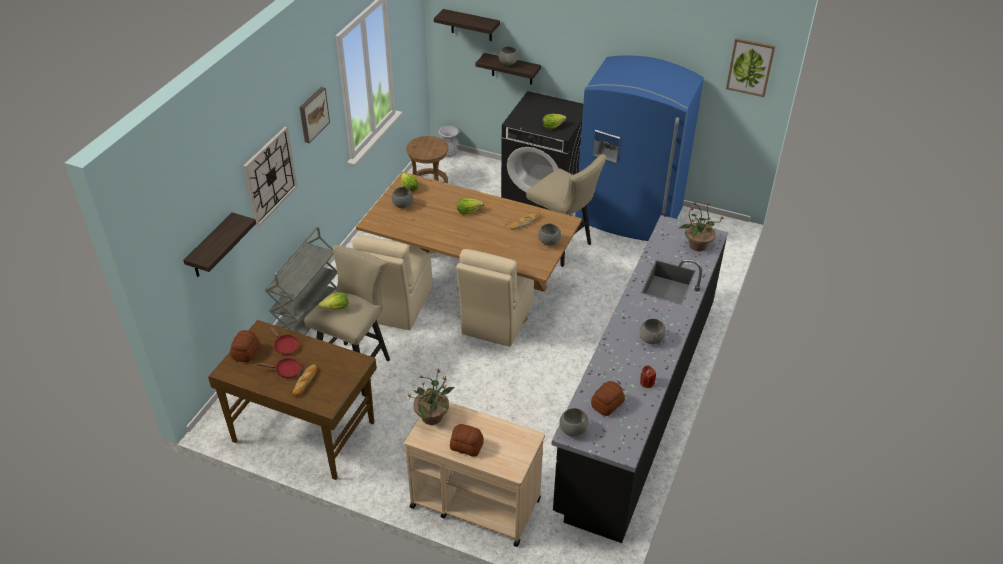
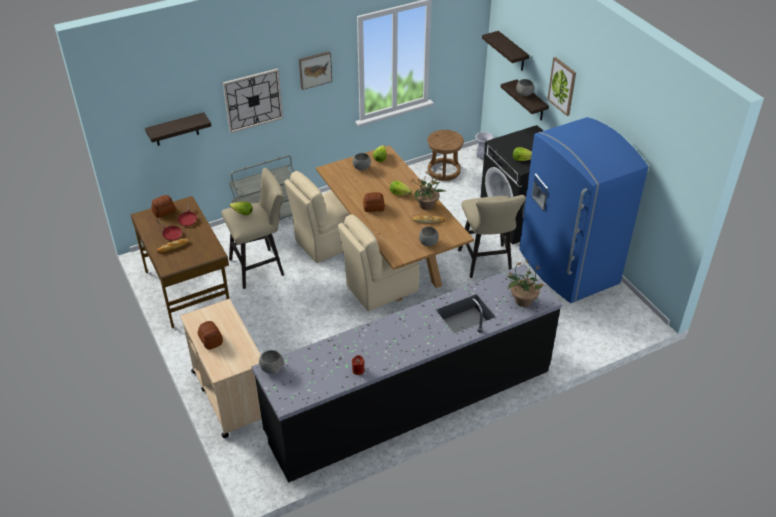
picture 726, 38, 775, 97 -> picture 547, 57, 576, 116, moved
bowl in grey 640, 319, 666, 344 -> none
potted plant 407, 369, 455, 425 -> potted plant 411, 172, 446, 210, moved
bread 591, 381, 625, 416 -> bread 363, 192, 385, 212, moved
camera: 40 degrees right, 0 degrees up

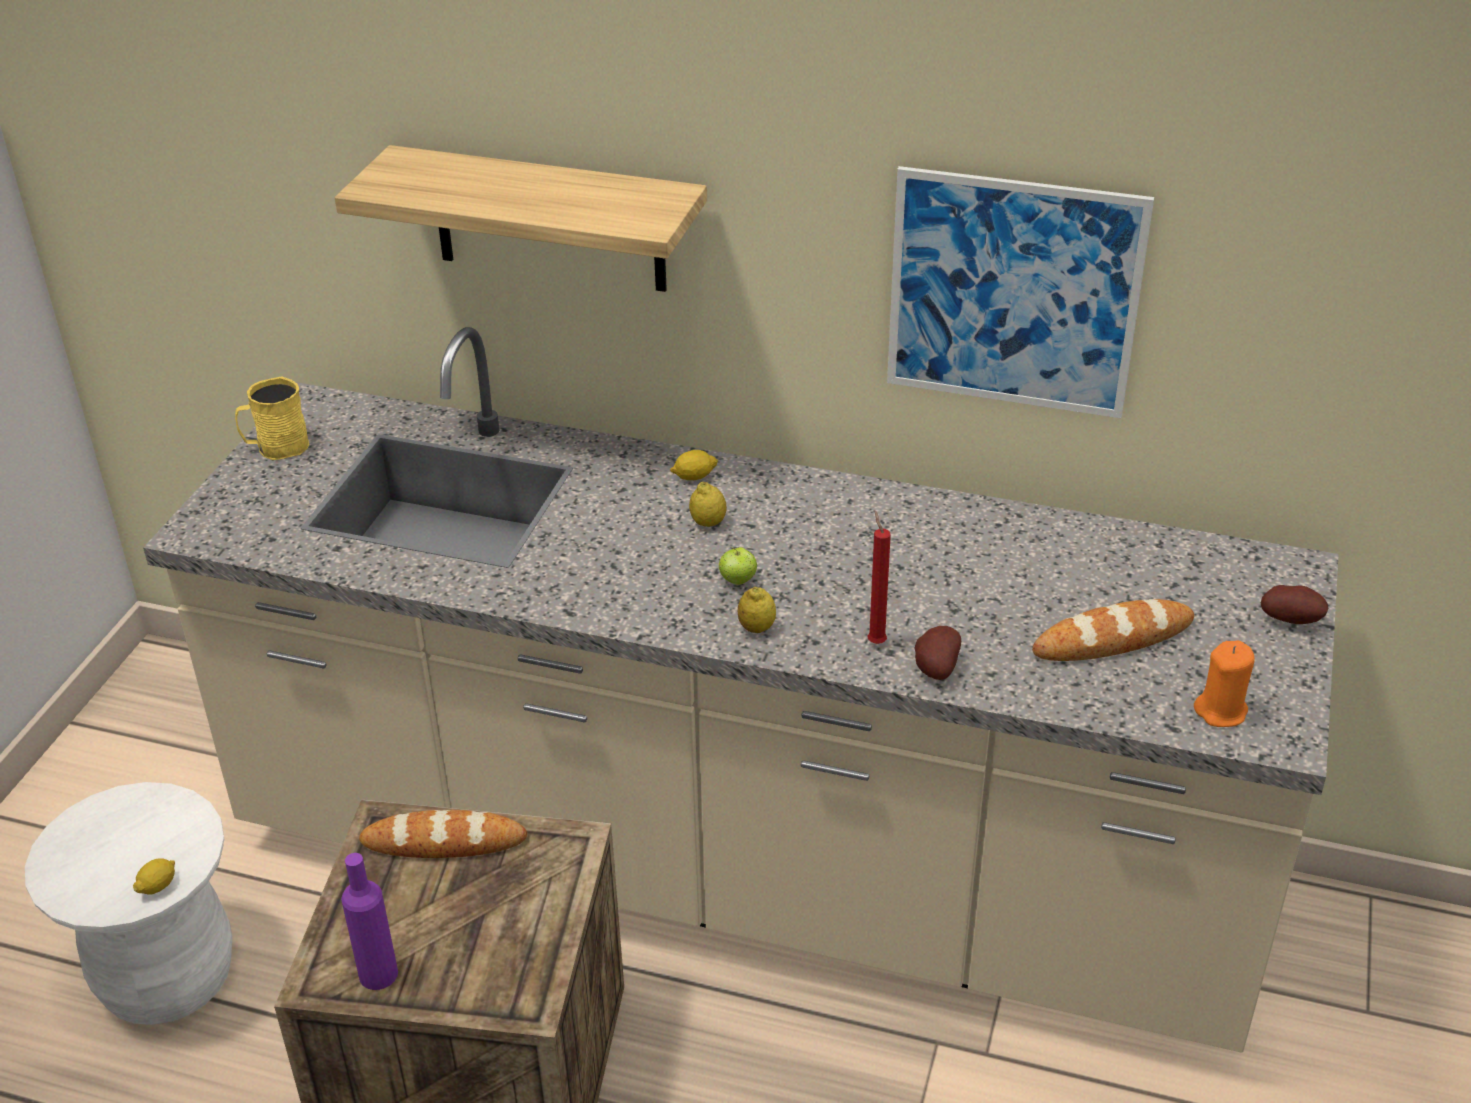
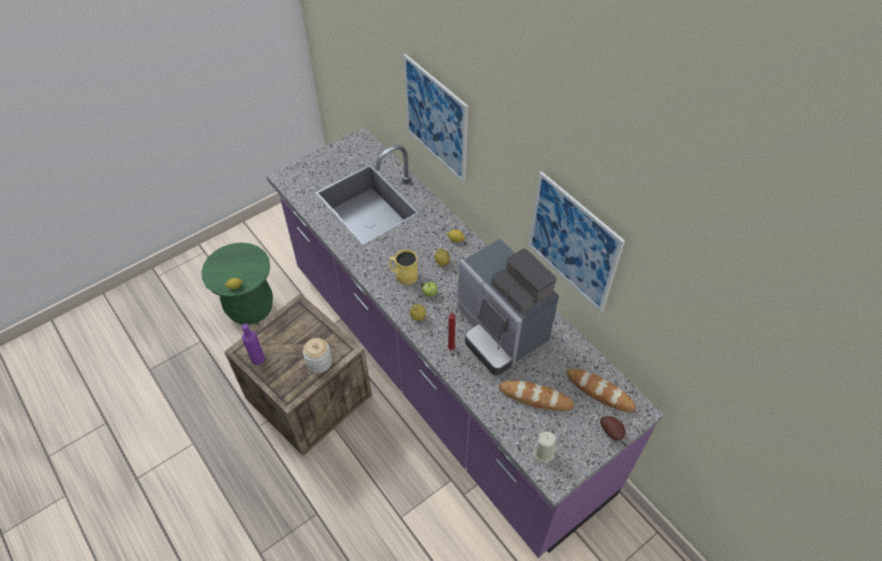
shelf 335, 145, 707, 292 -> picture 403, 54, 468, 182
counter in beige 143, 327, 1339, 1053 -> counter in purple 266, 127, 665, 558
mug in yellow 235, 376, 309, 460 -> mug in yellow 389, 250, 418, 285, moved
potato 914, 626, 961, 680 -> none
candle in orange 1194, 640, 1255, 727 -> candle in beige 533, 431, 556, 463
stool in white 25, 782, 232, 1025 -> stool in green 201, 242, 273, 325
bread 359, 810, 527, 858 -> bread 567, 369, 636, 412, moved
none -> coffee machine 457, 239, 559, 376
none -> jar 303, 338, 332, 373
camera: 35 degrees right, 15 degrees up

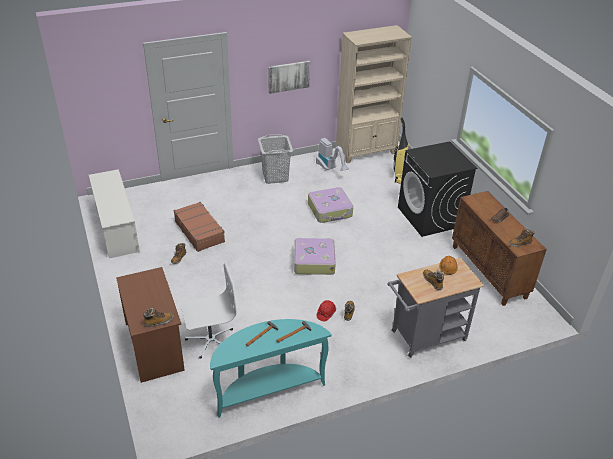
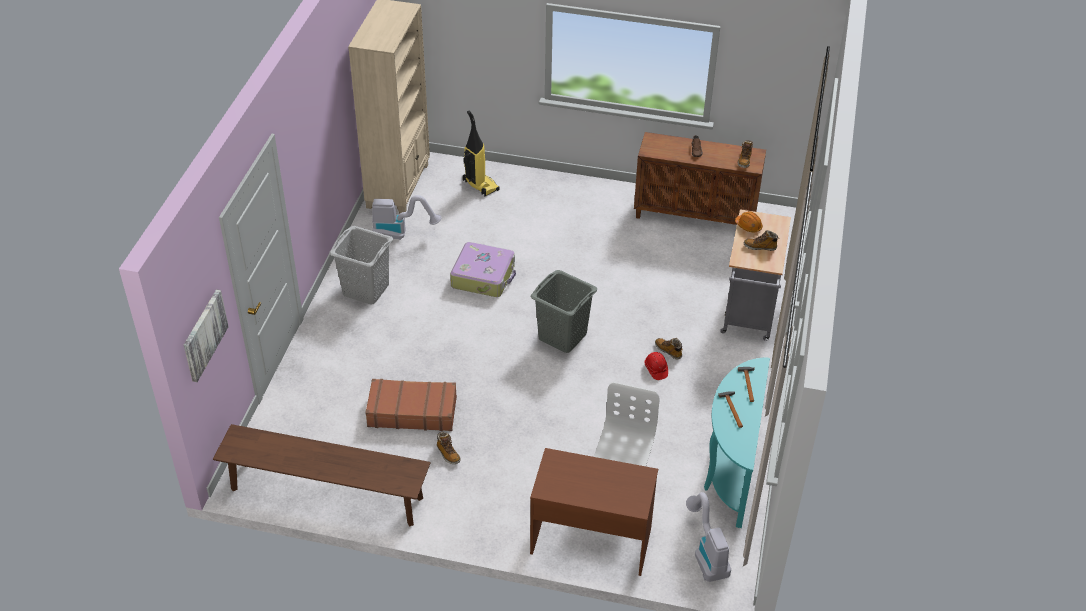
picture 268, 61, 310, 94 -> picture 184, 290, 229, 382, moved
washing machine in black 398, 141, 477, 237 -> none
shoe rack in white 89, 170, 140, 258 -> bench in brown 213, 424, 431, 526
suitcase 294, 238, 336, 275 -> laundry basket in grey 531, 270, 597, 353
boot 143, 308, 174, 327 -> none
none -> vacuum cleaner 686, 492, 731, 582
camera: 55 degrees left, 5 degrees up

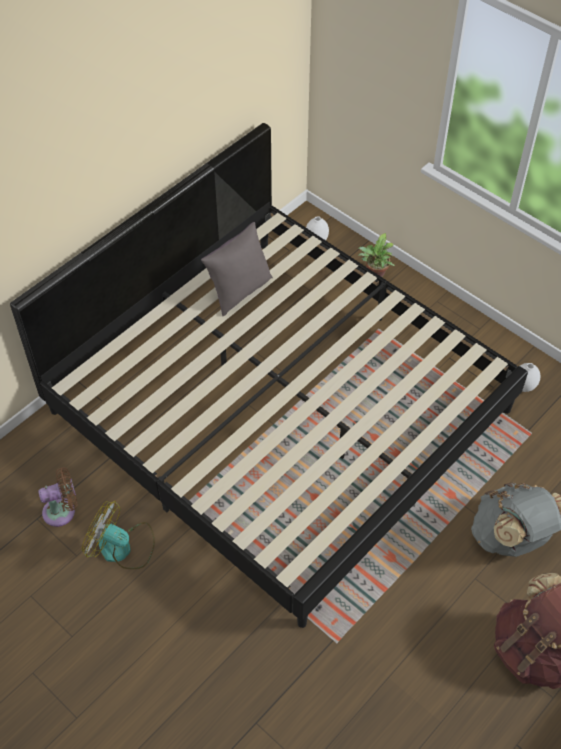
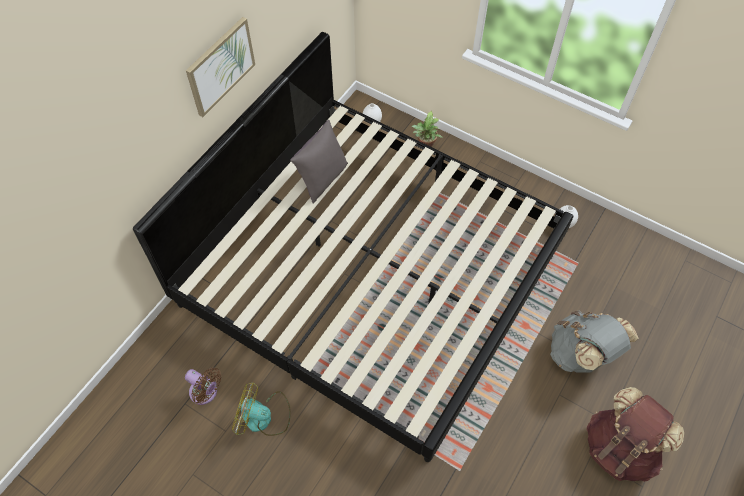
fan in brown 38, 467, 77, 527 -> fan in brown 185, 368, 221, 405, 60 degrees clockwise
none -> picture 186, 17, 255, 117
camera: 10 degrees left, 5 degrees up

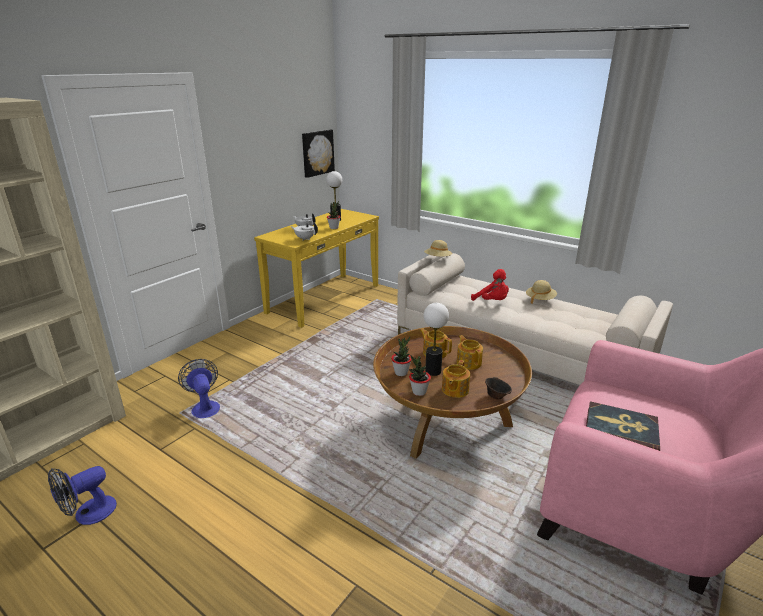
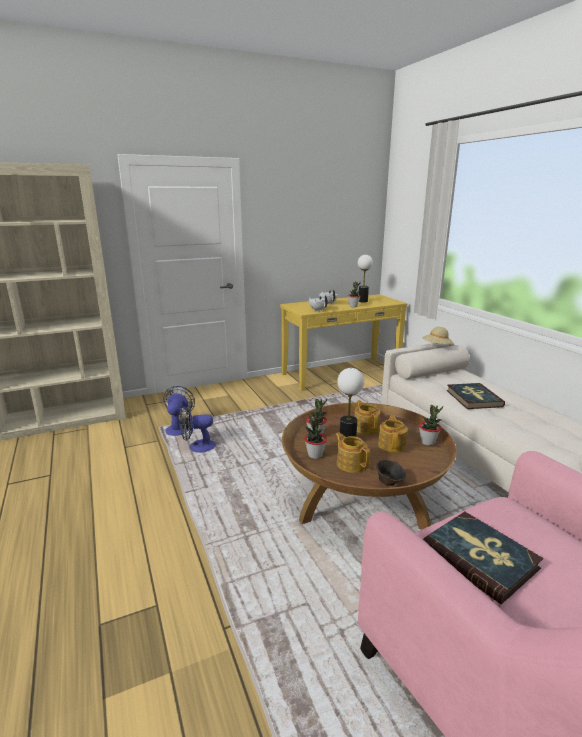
picture 302, 130, 335, 178 -> none
plush toy in red 471, 269, 509, 301 -> book 446, 383, 505, 409
hat in beige 526, 280, 557, 304 -> none
teapot 442, 360, 470, 398 -> teapot 335, 432, 370, 473, 90 degrees clockwise
fan 48, 466, 117, 525 -> fan 179, 406, 216, 453, moved
none -> potted plant 419, 405, 443, 446
camera: 30 degrees right, 5 degrees down

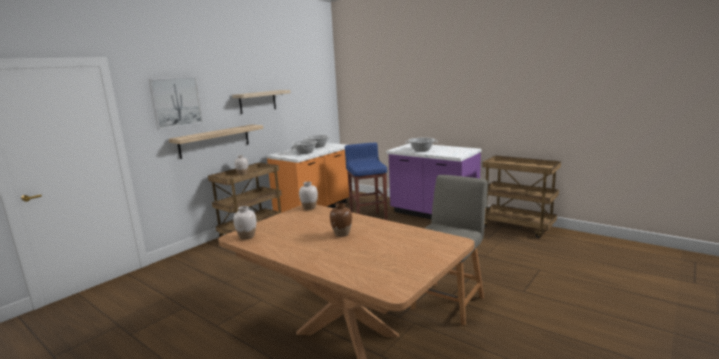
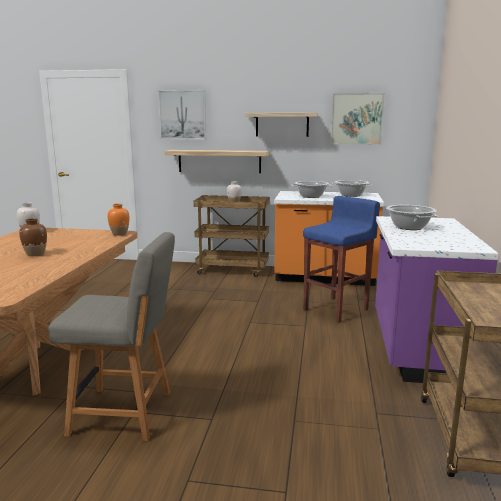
vase in white 299, 182, 318, 210 -> vase in orange 107, 203, 129, 236
none -> picture 331, 93, 385, 145
camera: 60 degrees right, 0 degrees up

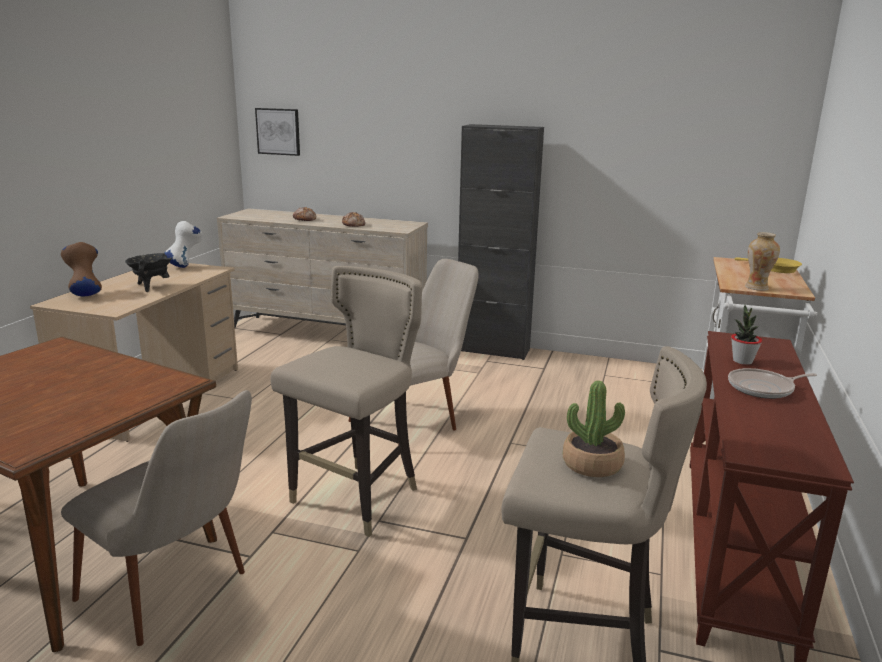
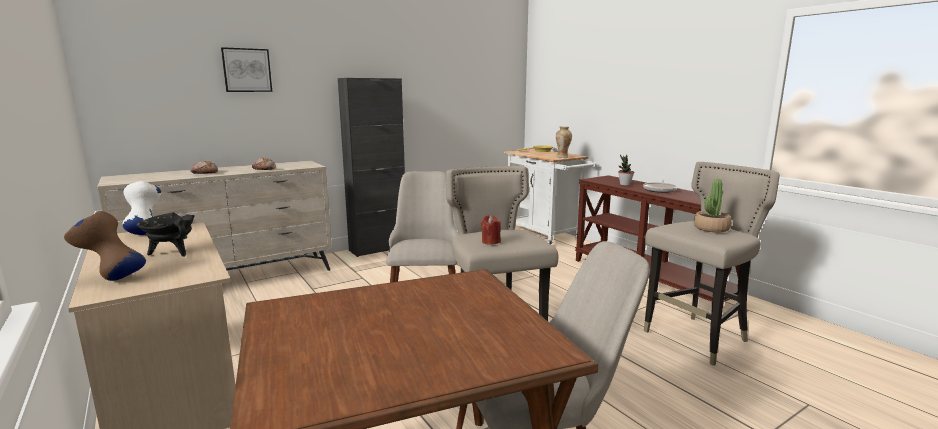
picture 255, 108, 300, 156 -> picture 221, 47, 272, 92, moved
none -> candle in red 481, 215, 501, 245
camera: 50 degrees left, 5 degrees down

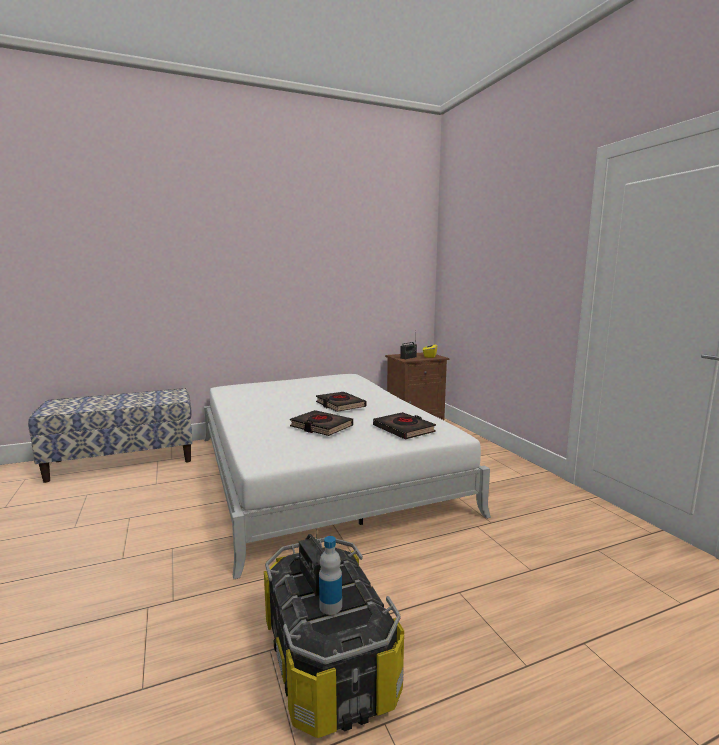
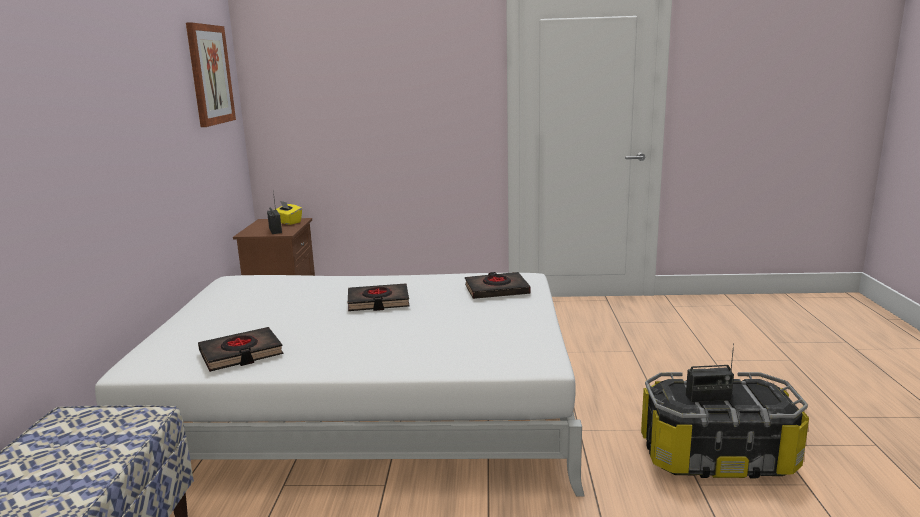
book in black 290, 410, 353, 436 -> book in black 198, 327, 283, 372, moved
bottle 319, 536, 342, 615 -> none
none -> picture 186, 22, 236, 127
camera: 65 degrees left, 5 degrees up

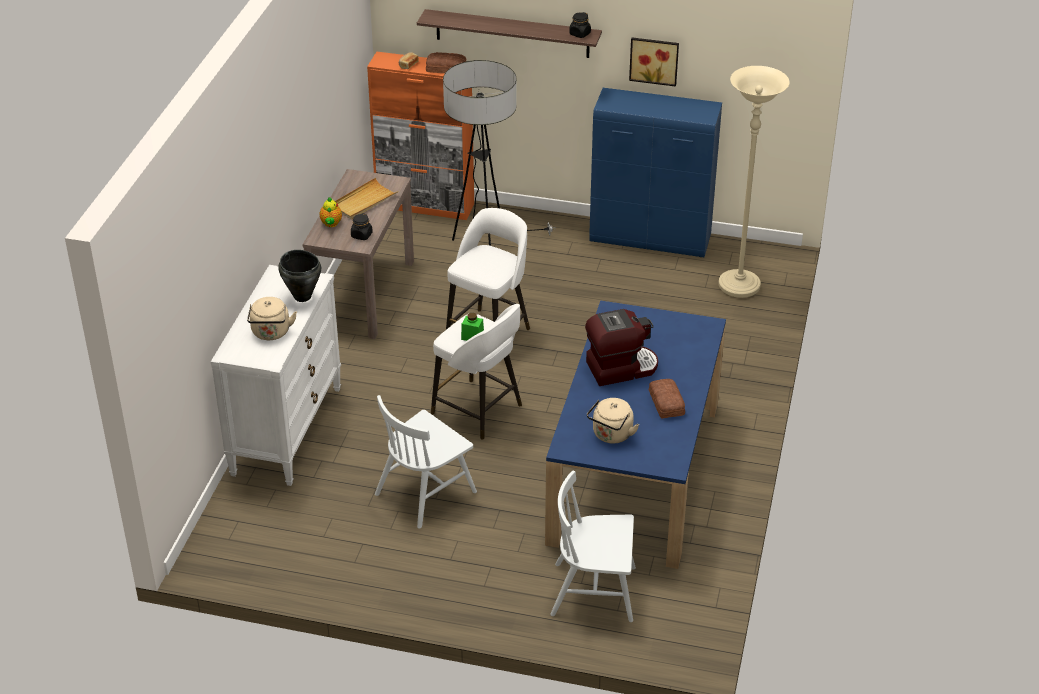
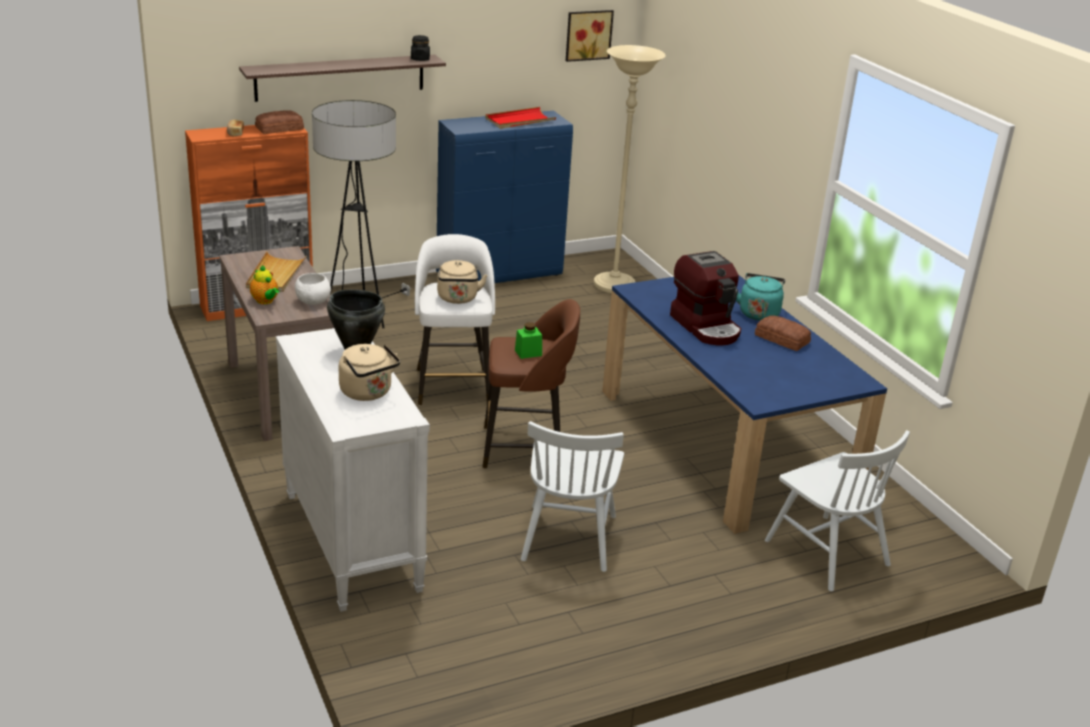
picture 629, 37, 679, 87 -> picture 566, 10, 614, 62, moved
jar in black 351, 213, 373, 240 -> bowl in white 295, 273, 331, 305
stool in white 431, 304, 522, 440 -> stool in brown 482, 299, 580, 468
coffee machine 585, 309, 658, 386 -> coffee machine 670, 251, 741, 345, 120 degrees clockwise
kettle in beige 587, 398, 639, 443 -> kettle in beige 437, 260, 487, 304, moved
chair in white 550, 471, 636, 622 -> chair in white 765, 430, 910, 592, 90 degrees counterclockwise
none -> tray in red 485, 107, 556, 129
none -> kettle in turquoise 736, 273, 785, 321
camera: 40 degrees left, 10 degrees down

